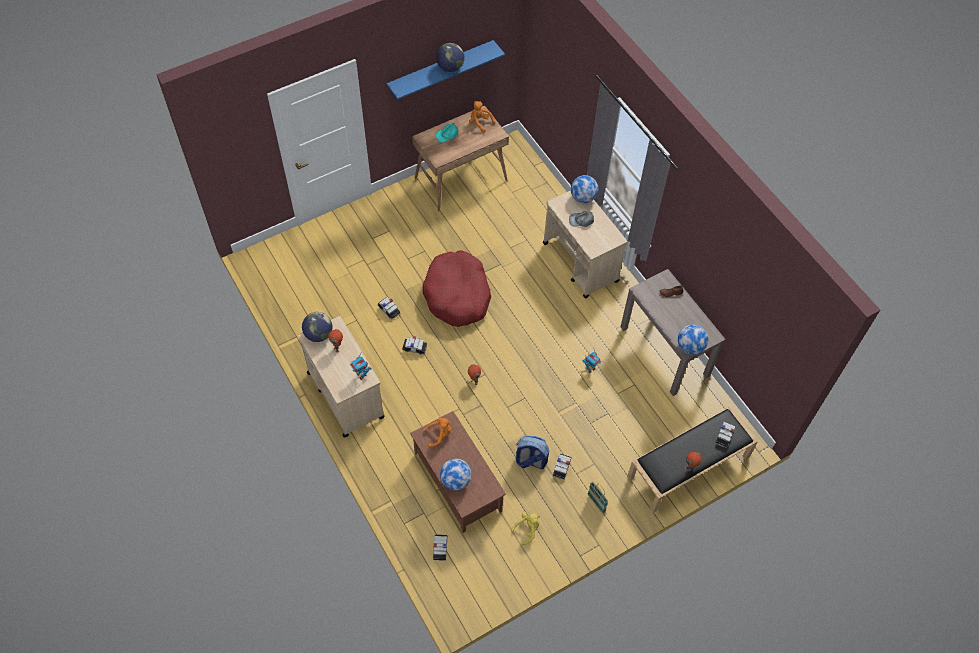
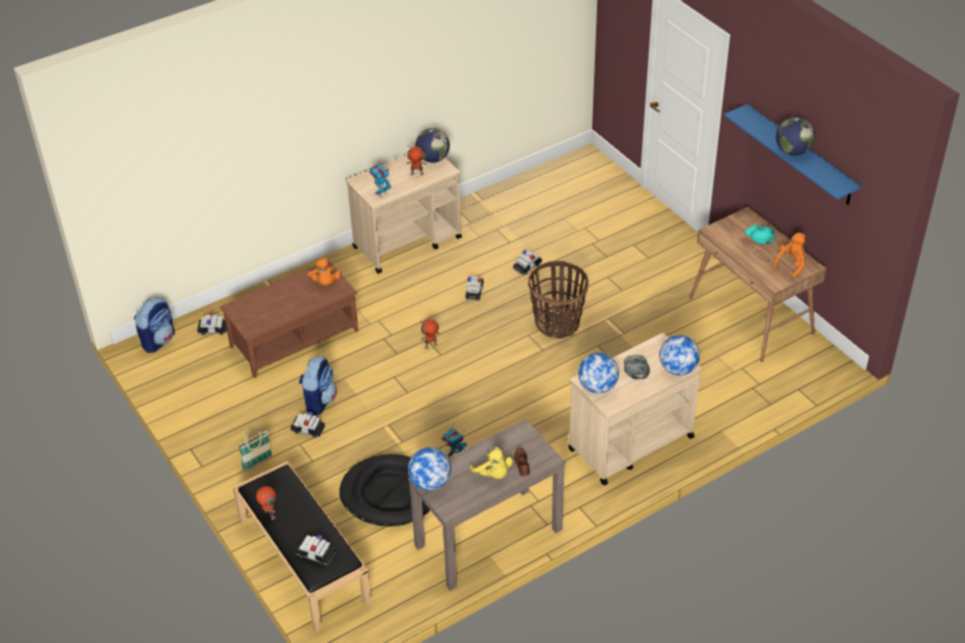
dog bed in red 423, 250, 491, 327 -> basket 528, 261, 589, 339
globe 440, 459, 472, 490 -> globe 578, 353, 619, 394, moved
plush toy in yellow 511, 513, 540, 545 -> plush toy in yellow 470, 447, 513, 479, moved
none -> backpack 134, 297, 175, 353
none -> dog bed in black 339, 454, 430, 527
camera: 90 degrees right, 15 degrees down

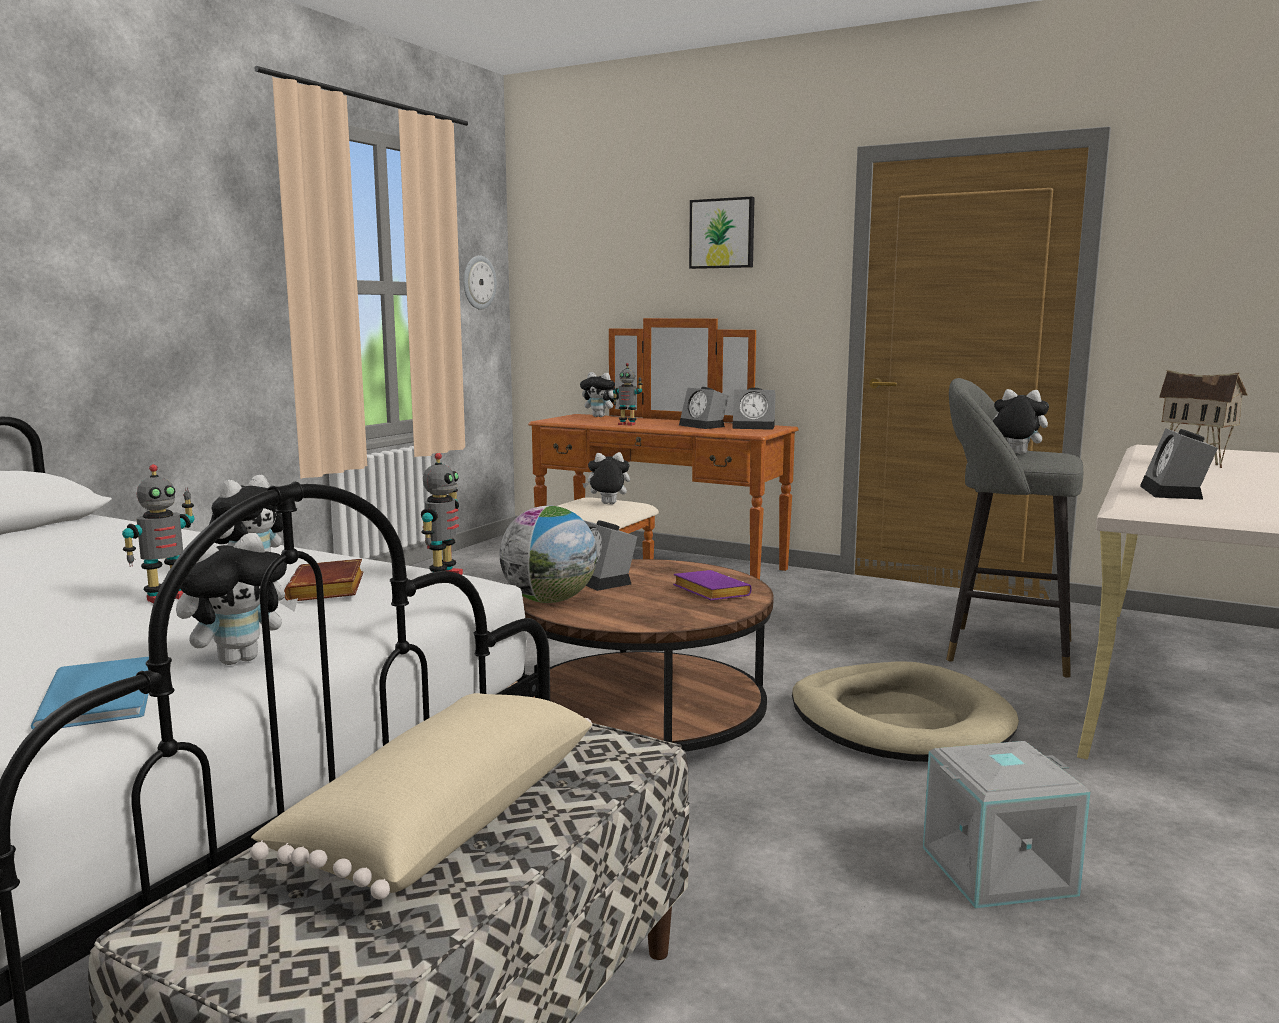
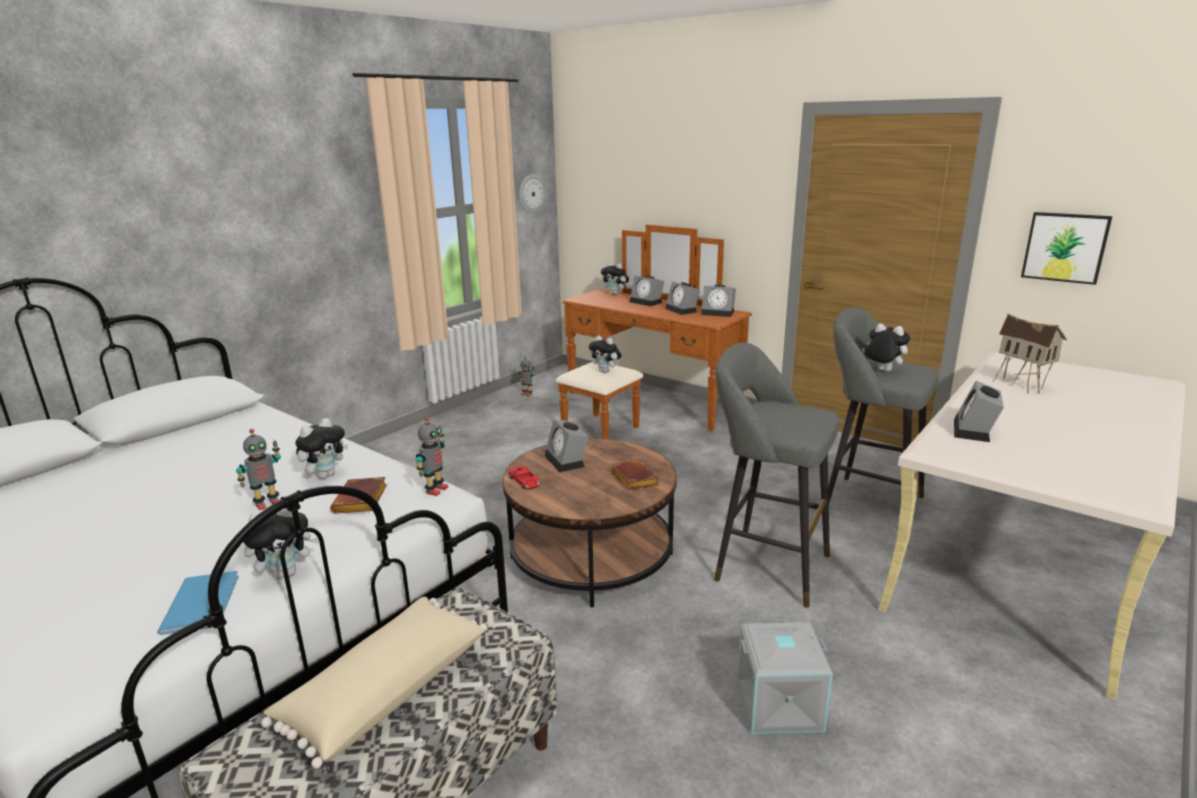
picture 689, 197, 755, 269 -> picture 1021, 212, 1112, 285, moved
toy robot 613, 363, 643, 426 -> toy robot 518, 356, 535, 396, moved
plush toy 582, 452, 630, 504 -> plush toy 589, 335, 622, 373, 150 degrees counterclockwise
globe 500, 506, 597, 603 -> toy car in red 509, 465, 540, 490
book in purple 673, 570, 751, 600 -> book in brown 610, 460, 659, 490
dog bed in beige 792, 661, 1019, 762 -> stool in grey 714, 343, 839, 608
none -> alarm clock 630, 275, 664, 306
camera: 10 degrees right, 10 degrees up

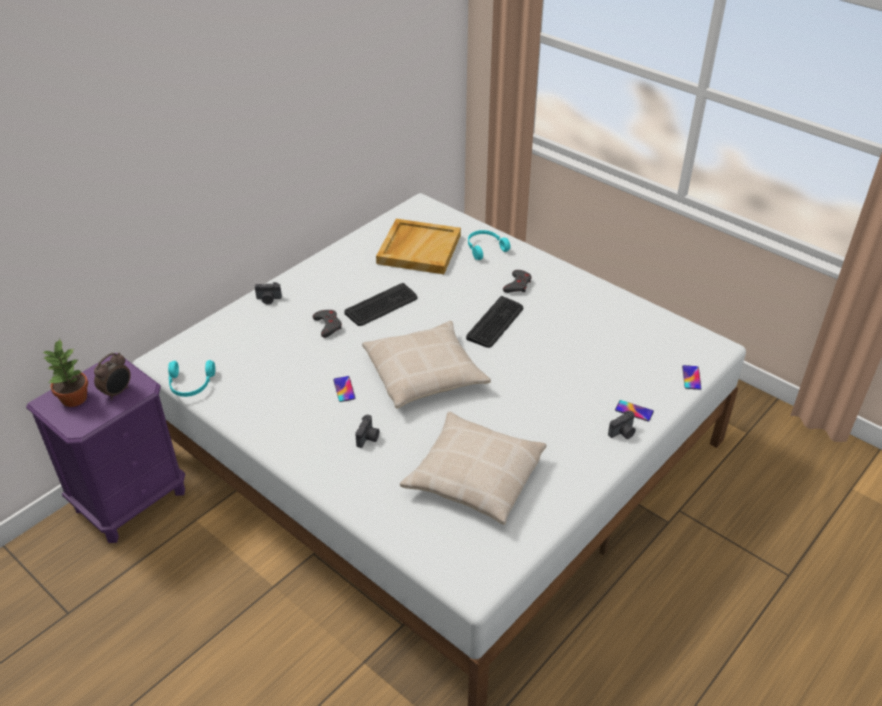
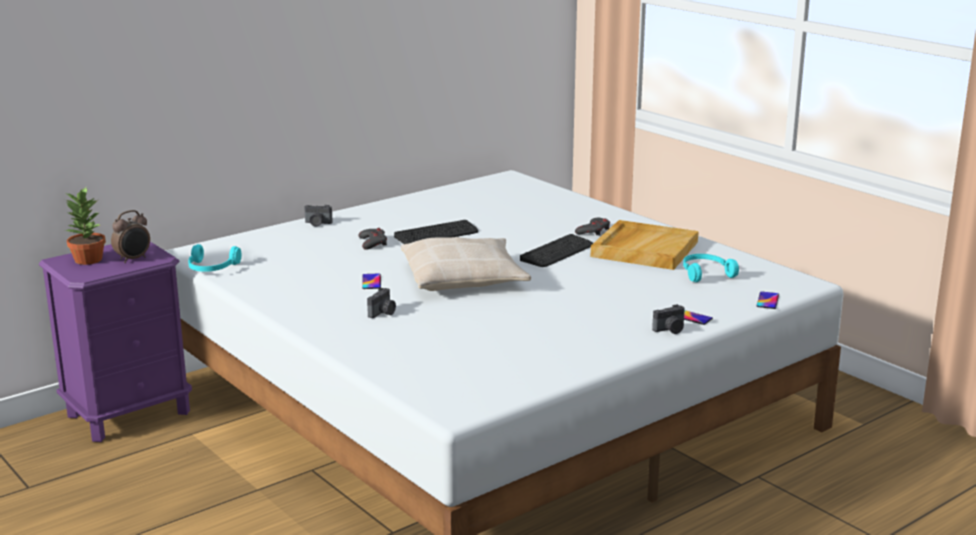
tray in beige 376, 219, 461, 274 -> tray in beige 591, 220, 699, 270, moved
headphones in turquoise 468, 230, 510, 260 -> headphones in turquoise 683, 254, 739, 282, moved
pillow in beige 400, 412, 547, 525 -> none
camera: 10 degrees right, 20 degrees down

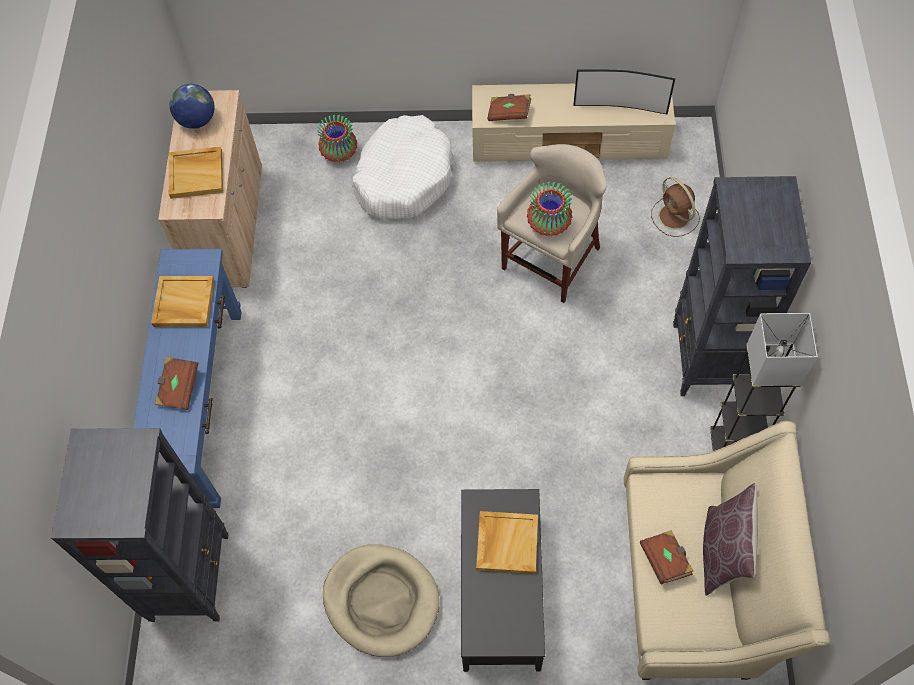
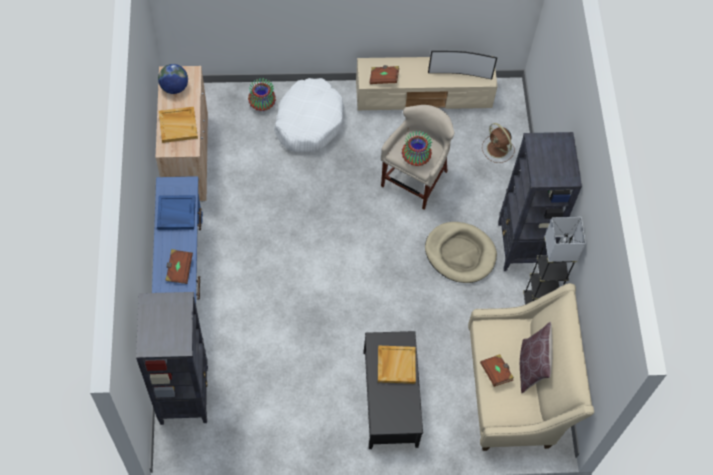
tray in beige 151, 276, 215, 327 -> tray in blue 157, 195, 196, 230
dog bed in beige 323, 544, 440, 657 -> dog bed in beige 425, 222, 497, 283, moved
camera: 10 degrees left, 0 degrees up

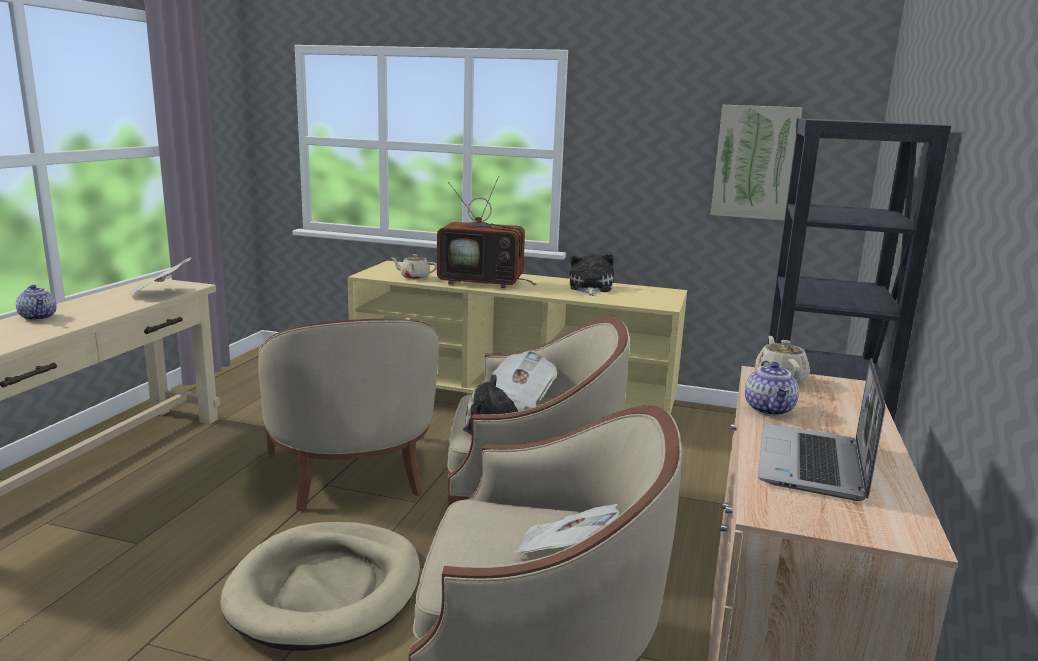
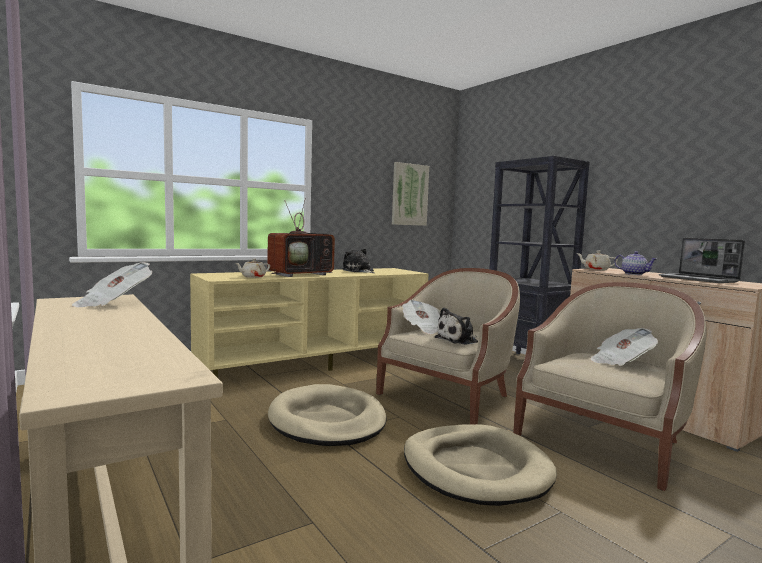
teapot 16, 285, 57, 321 -> none
armchair in beige 258, 319, 439, 511 -> dog bed in beige 268, 384, 387, 446
camera: 50 degrees left, 10 degrees down

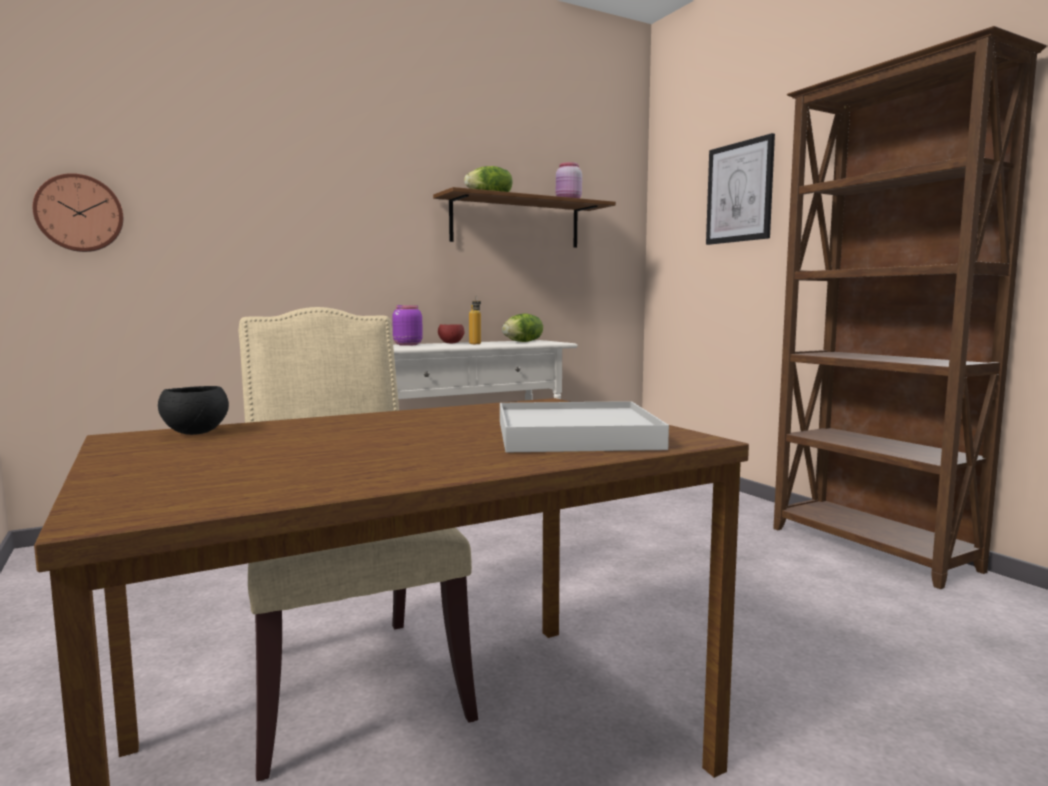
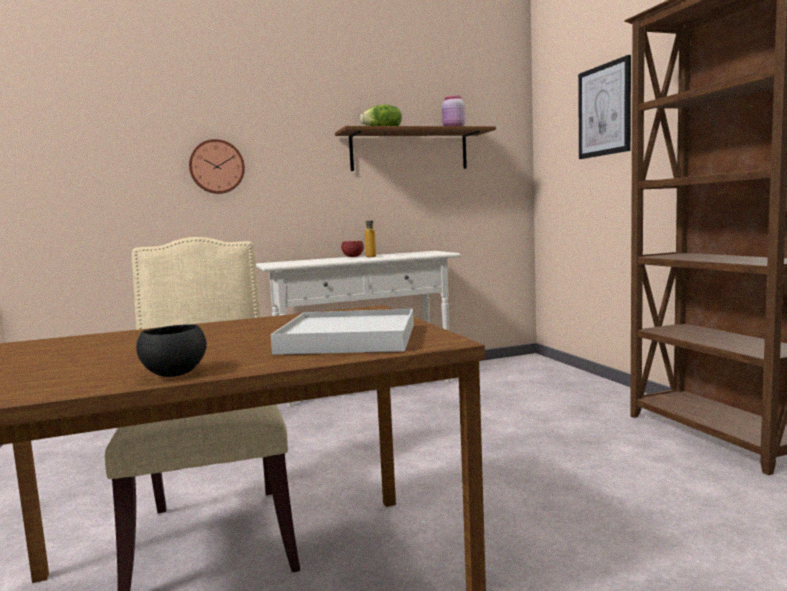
wall clock 33, 173, 123, 252 -> wall clock 189, 139, 245, 194, moved
jar in purple 392, 305, 423, 346 -> none
lettuce 502, 313, 543, 342 -> none
bowl in black 158, 386, 229, 435 -> bowl in black 136, 324, 207, 377, moved
camera: 10 degrees right, 0 degrees up

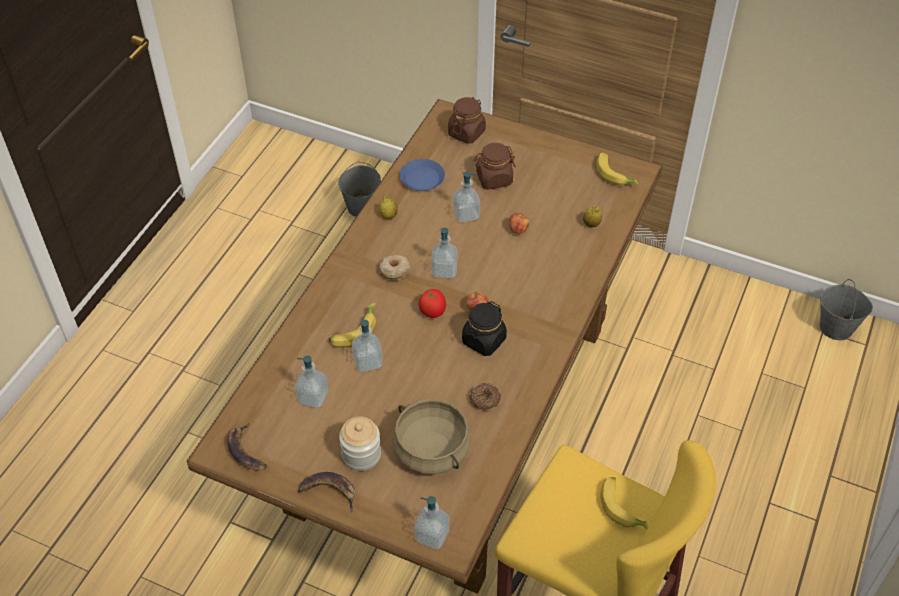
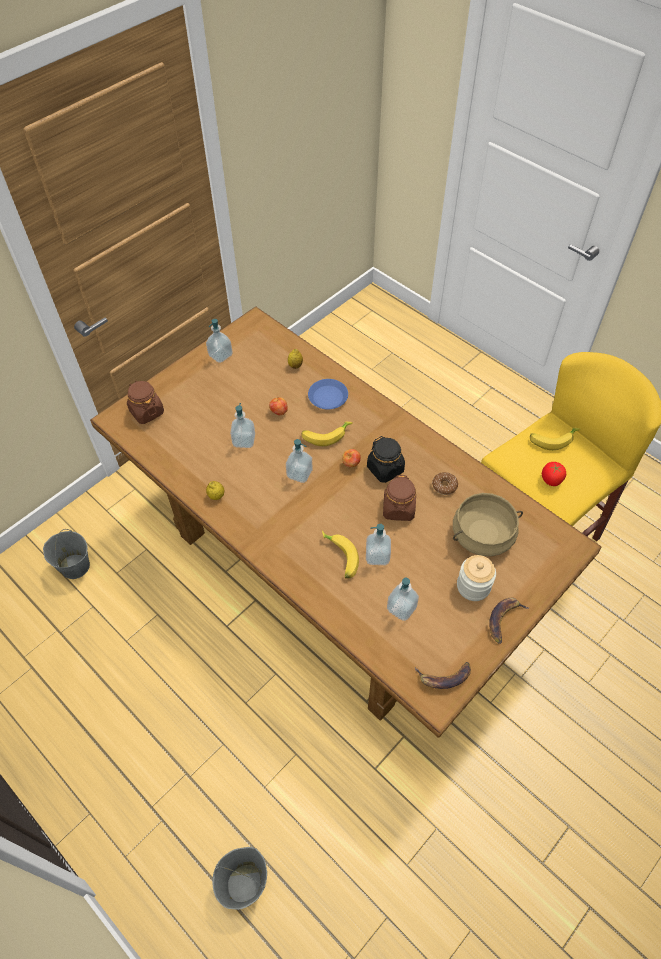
jar in brown 474, 143, 516, 190 -> jar in brown 383, 475, 416, 521, moved
banana 597, 153, 638, 186 -> banana 301, 422, 353, 446, moved
plate in blue 400, 159, 445, 191 -> plate in blue 308, 379, 348, 409, moved
donut 379, 255, 410, 281 -> none
bucket in grey 820, 279, 873, 340 -> bucket in grey 212, 847, 267, 910, moved
tomato 419, 289, 446, 318 -> tomato 542, 462, 566, 486, moved
soap dispenser 414, 496, 450, 549 -> soap dispenser 206, 319, 233, 363, moved
camera: 70 degrees left, 5 degrees up

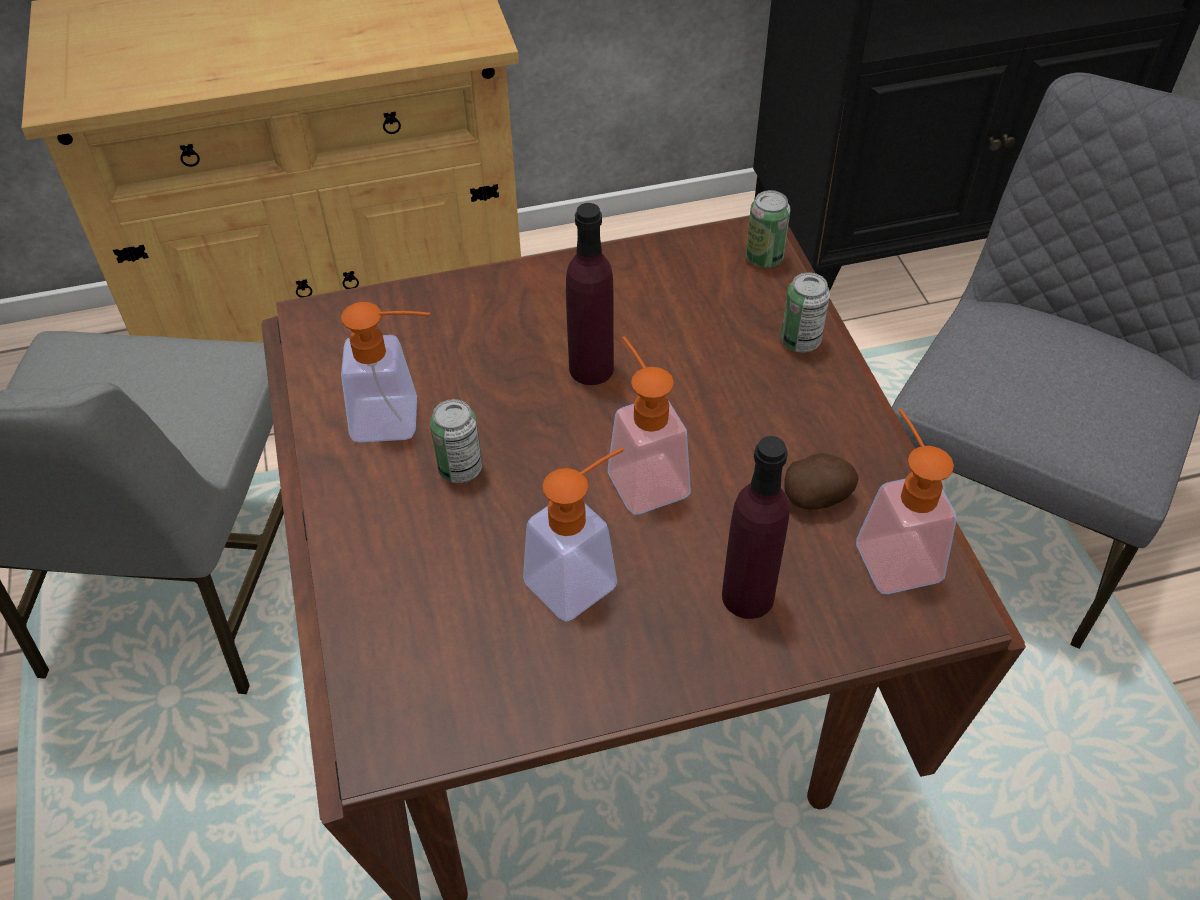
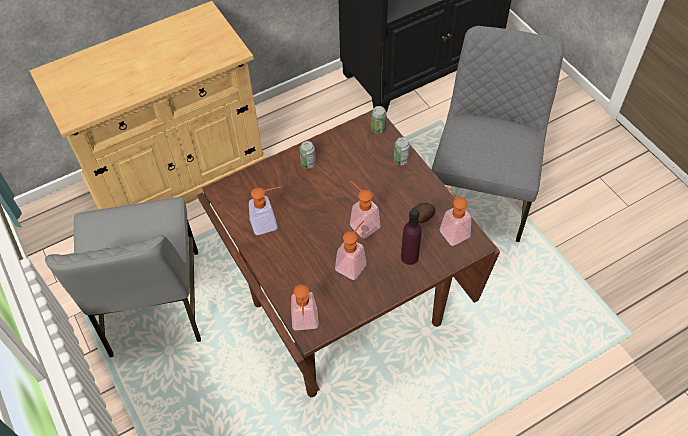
bottle in purple 566, 203, 614, 385 -> none
can 430, 399, 482, 483 -> can 299, 141, 316, 169, moved
none -> soap dispenser 291, 284, 319, 331
camera: 15 degrees left, 5 degrees up

